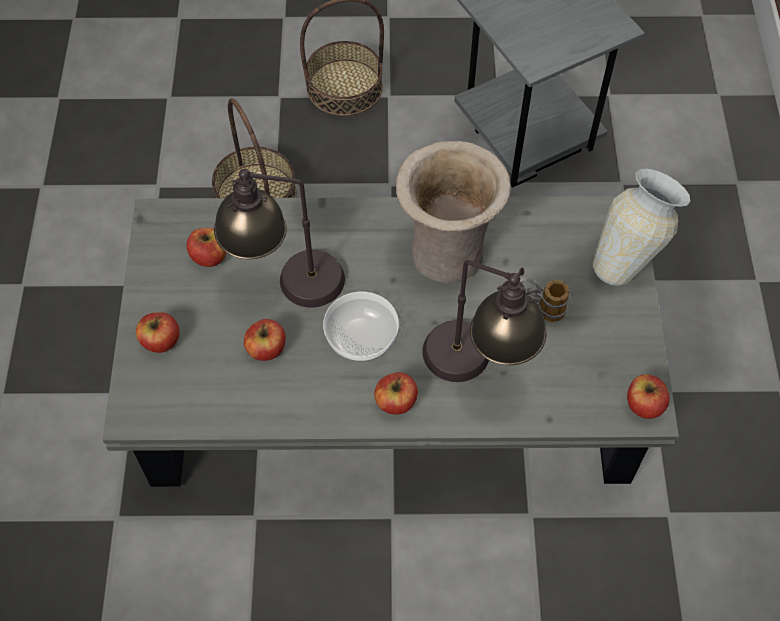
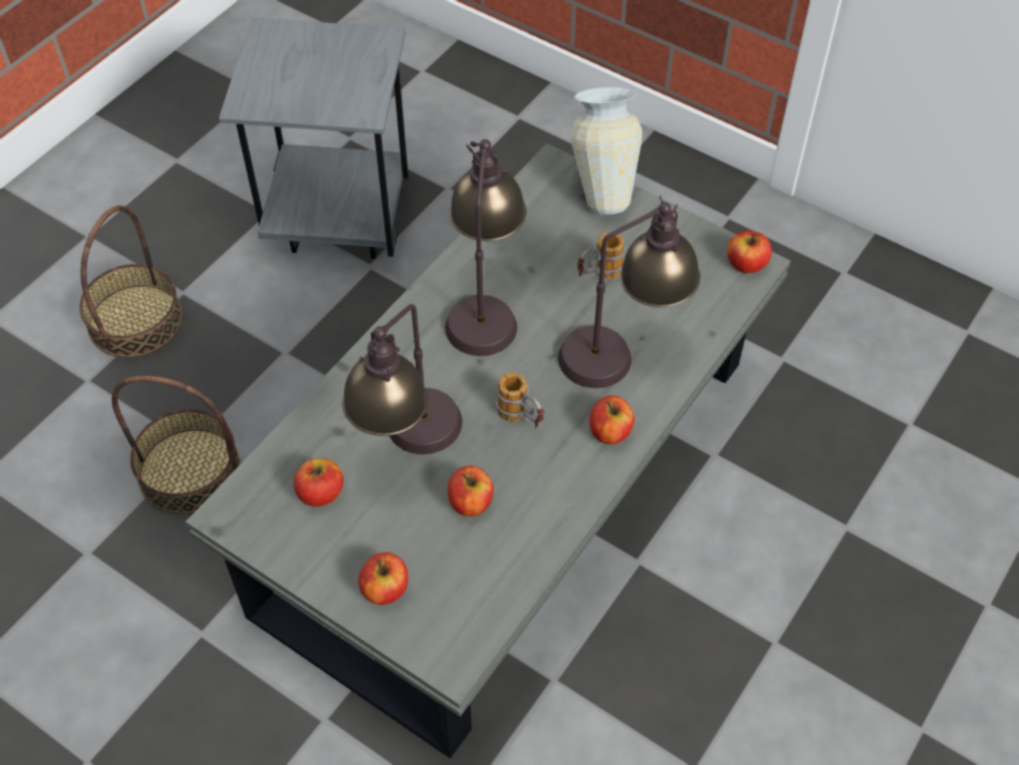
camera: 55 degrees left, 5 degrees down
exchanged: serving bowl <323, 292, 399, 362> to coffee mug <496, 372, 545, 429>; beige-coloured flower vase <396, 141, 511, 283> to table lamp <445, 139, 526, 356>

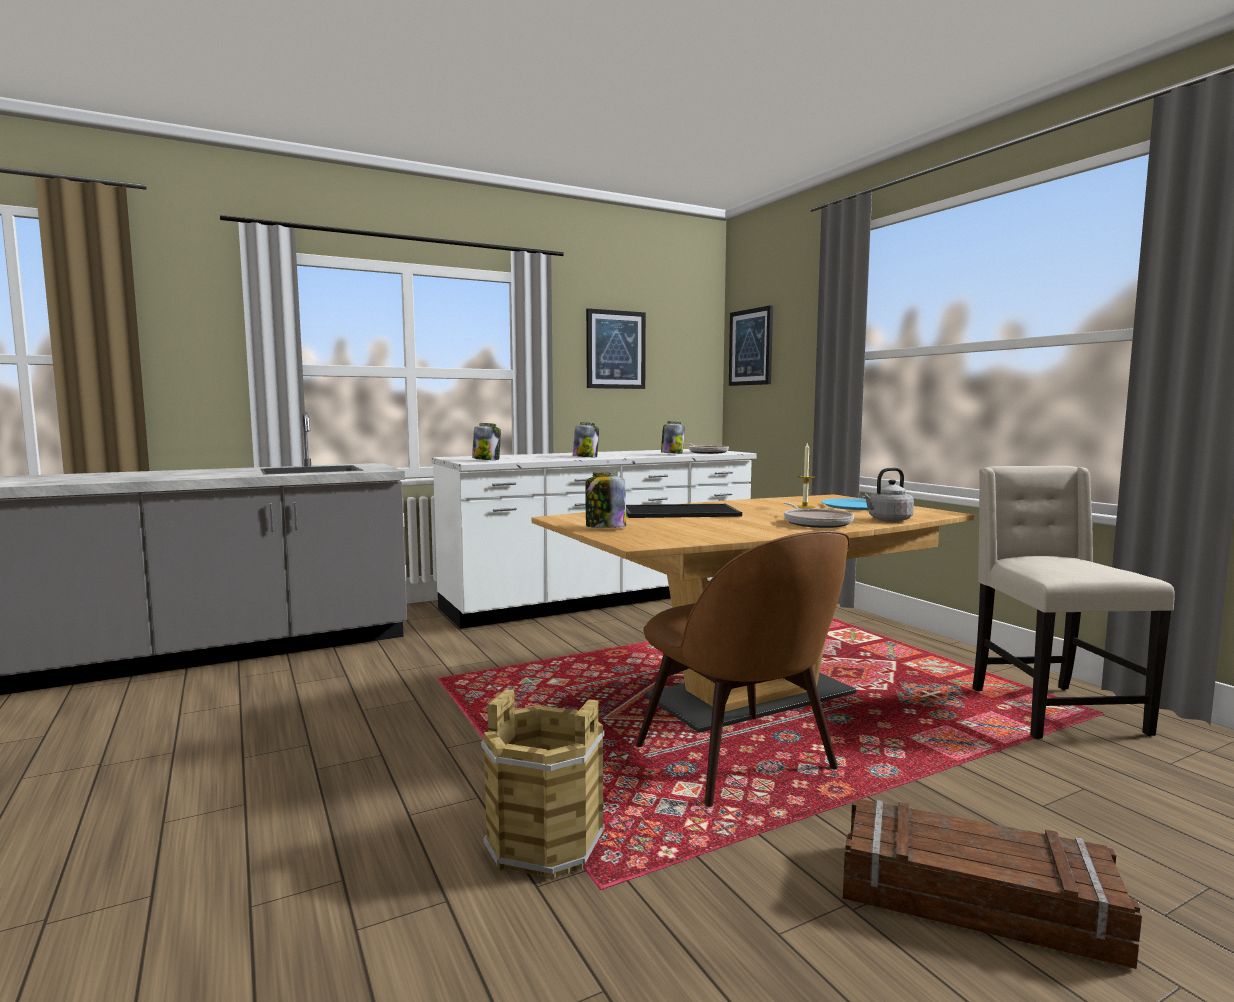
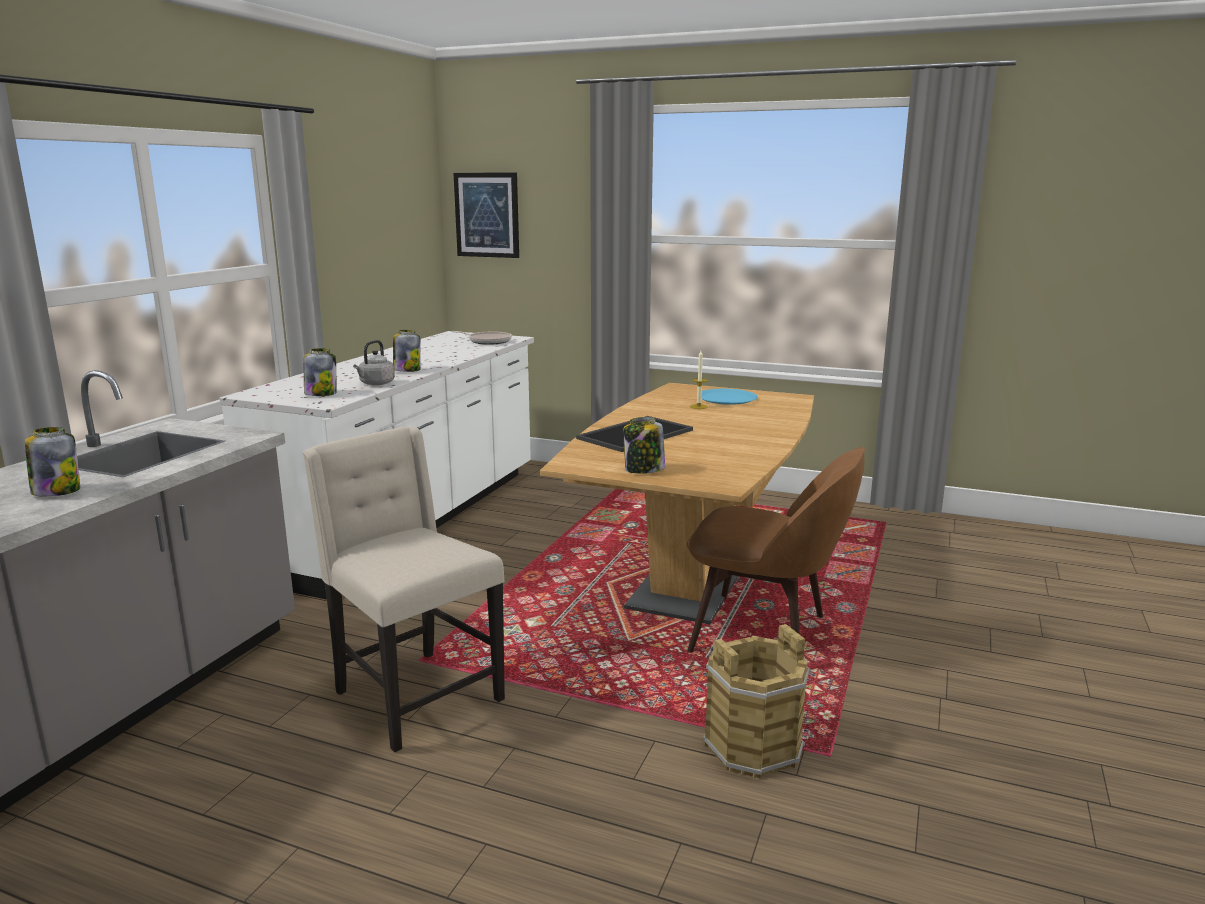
camera: 40 degrees left, 10 degrees up
missing: wall picture <586, 308, 646, 389>; frying pan <784, 502, 854, 528>; shipping crate <843, 798, 1142, 969>
relocated: preserve jar <661, 421, 684, 454> to <25, 427, 80, 497>; grey tea kettle <862, 468, 914, 522> to <353, 340, 395, 385>; beige-coloured upright chair <973, 466, 1175, 739> to <303, 427, 505, 752>

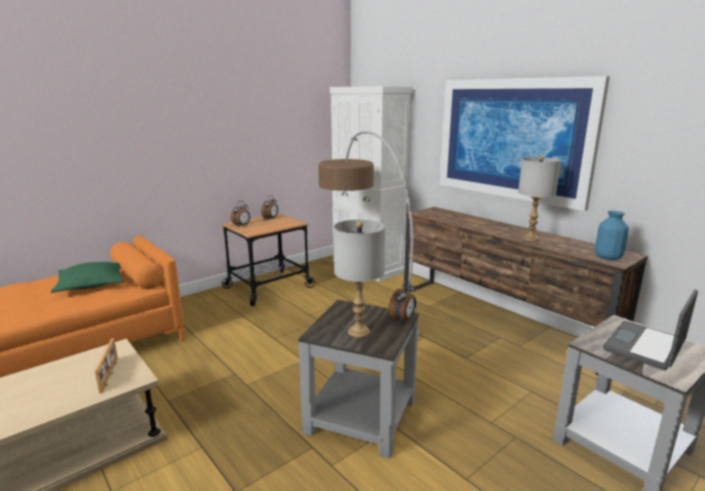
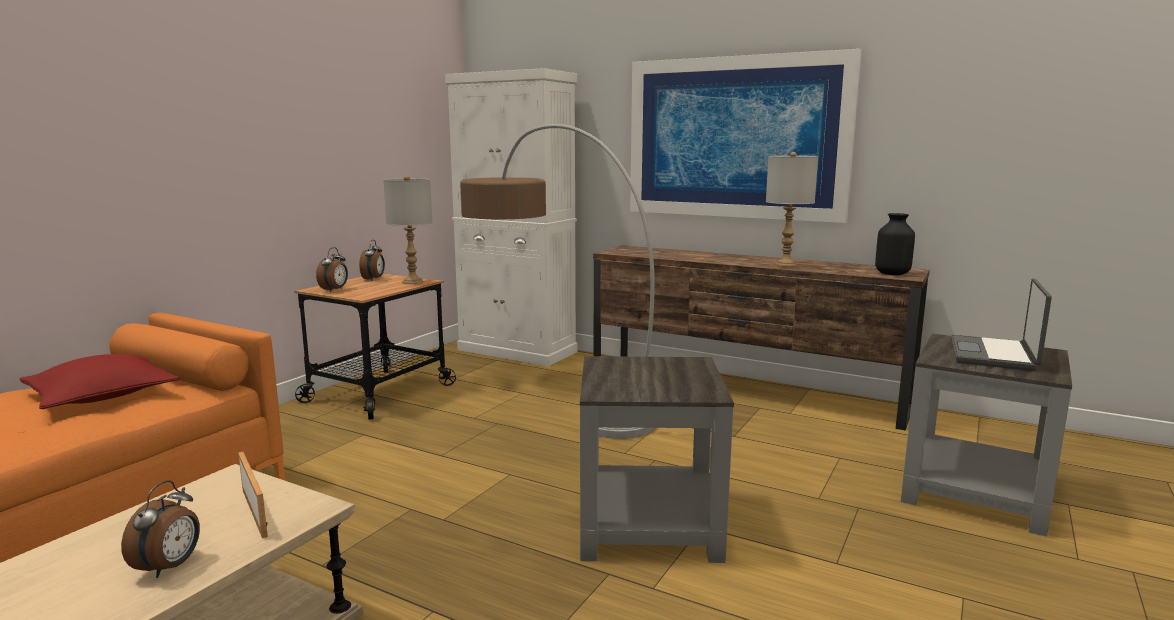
camera: 20 degrees left, 5 degrees down
relocated: grey table lamp <334, 219, 385, 337> to <383, 175, 432, 284>; bedside clock <389, 281, 416, 323> to <121, 480, 200, 578>
colour: green pillow <51, 262, 124, 293> to red pillow <20, 354, 180, 409>; bluish flower vase <595, 211, 629, 260> to black flower vase <875, 213, 915, 275>

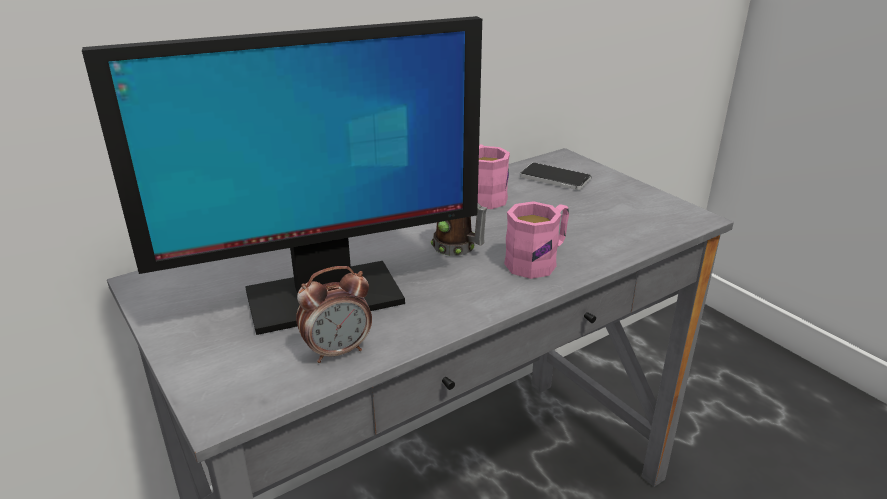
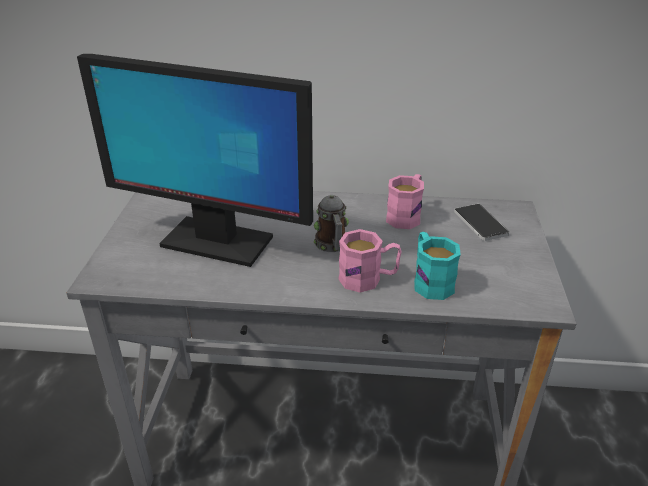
camera: 40 degrees right, 5 degrees up
missing: bedside clock <296, 266, 372, 363>
appeared: blue-green coffee mug <414, 232, 461, 300>

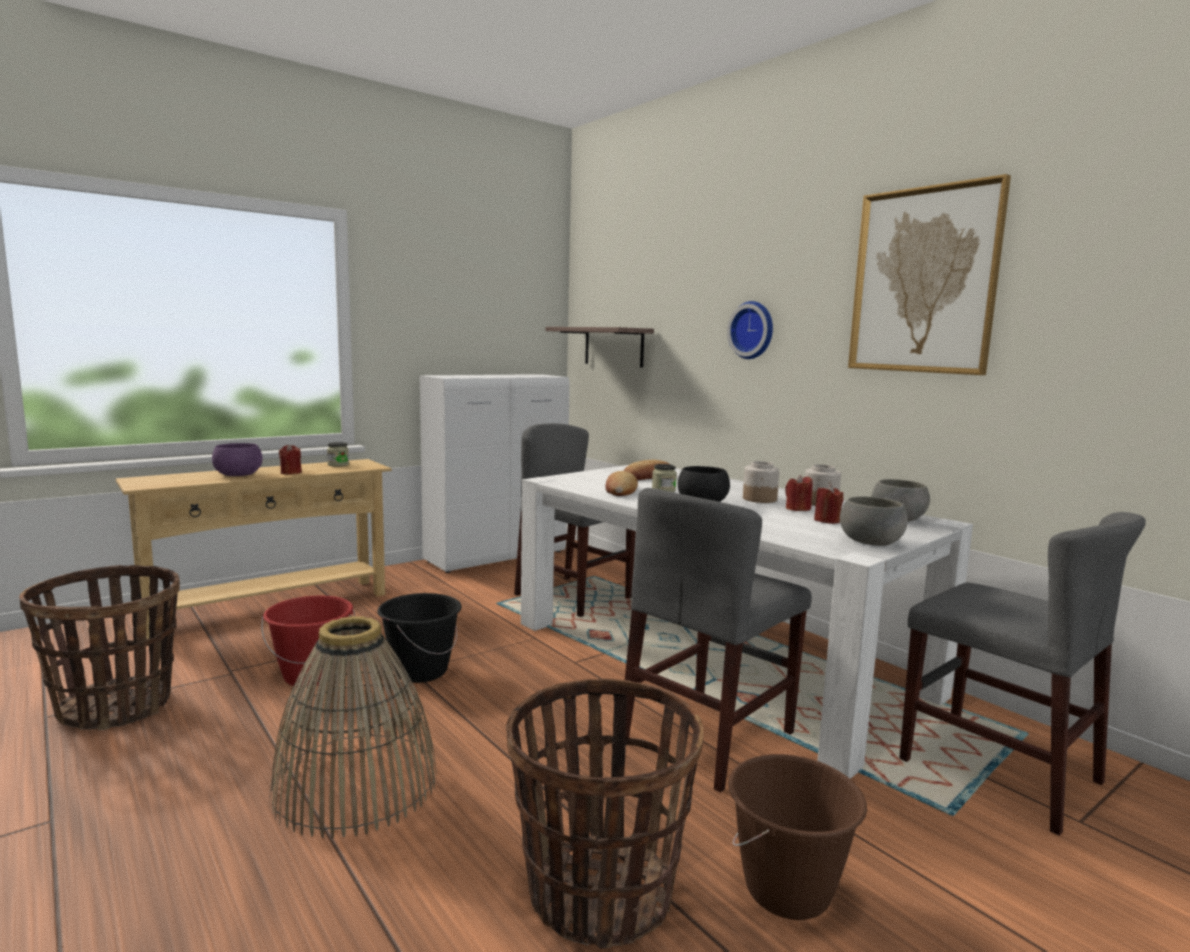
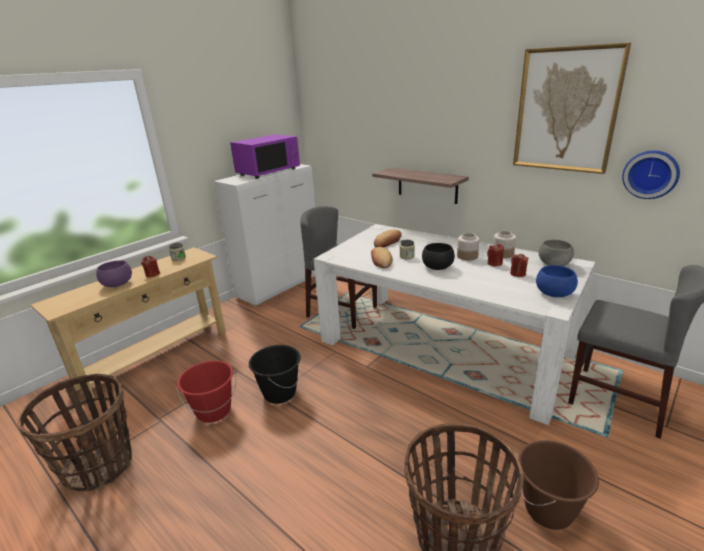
camera: 10 degrees left, 15 degrees up
missing: basket <269, 616, 437, 839>; grey upright chair <625, 488, 812, 793>
appeared: purple-coloured microwave <230, 134, 300, 179>
relocated: bracket shelf <546, 327, 654, 368> to <372, 167, 469, 204>; wall clock <727, 301, 773, 359> to <622, 150, 680, 199>
colour: grey serving bowl <840, 496, 907, 546> to bluish serving bowl <536, 265, 578, 297>

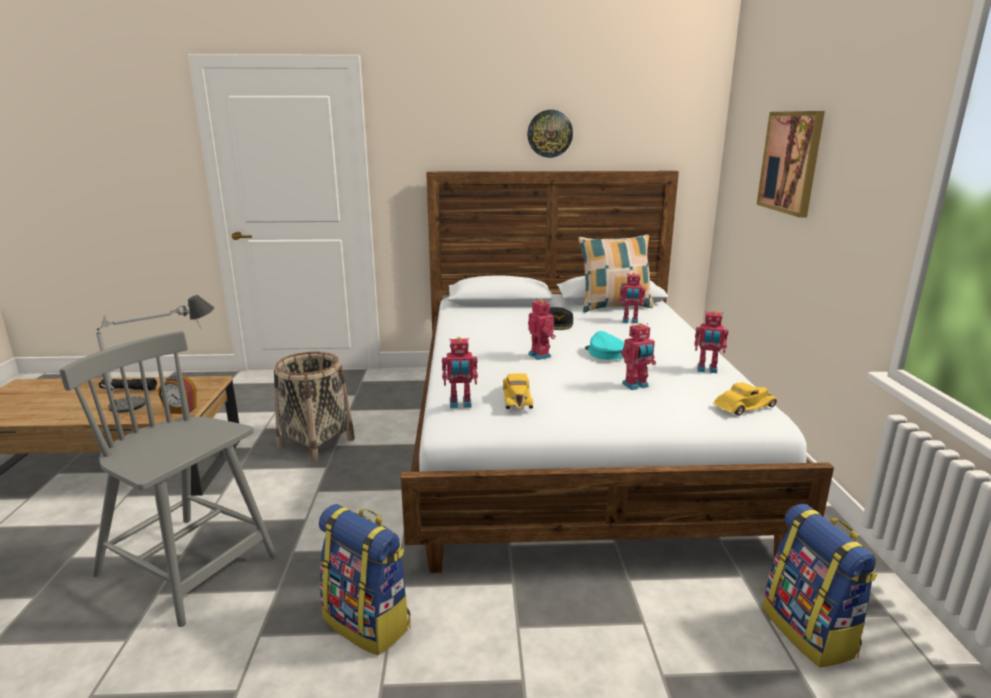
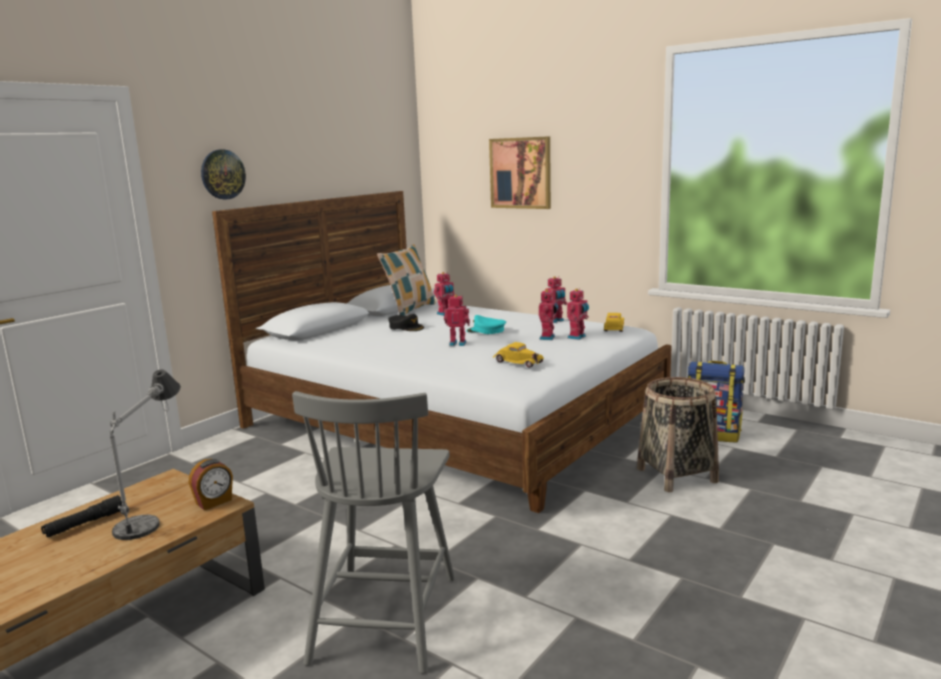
camera: 50 degrees left, 5 degrees down
missing: backpack <319, 504, 411, 656>
relocated: basket <274, 351, 355, 461> to <637, 377, 719, 492>; toy robot <442, 337, 478, 408> to <567, 288, 589, 340>; wall clock <527, 110, 573, 158> to <201, 149, 246, 200>
spun: grey upright chair <59, 331, 276, 627> = <292, 391, 455, 674> 60 degrees counterclockwise

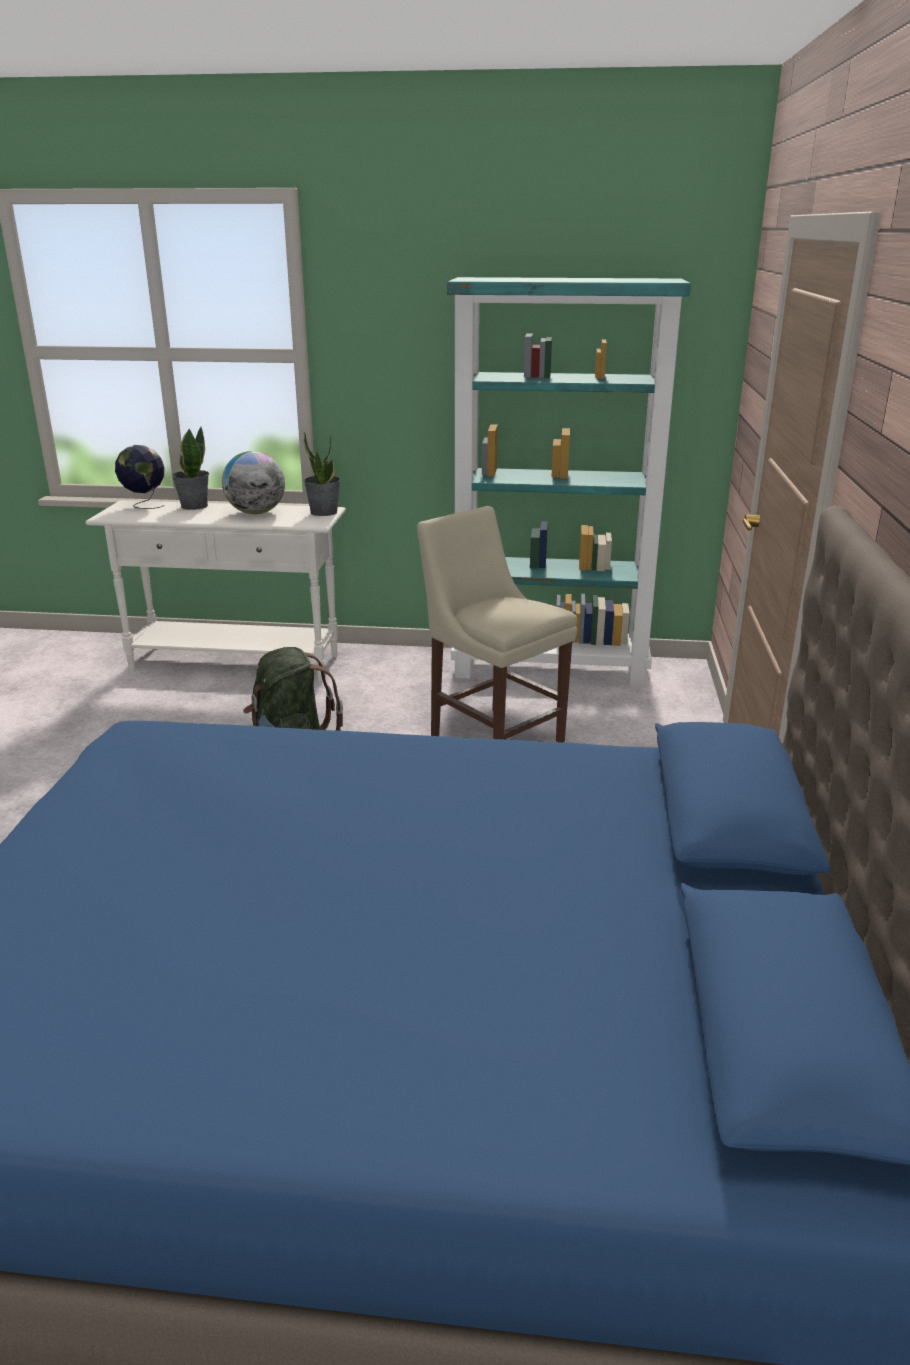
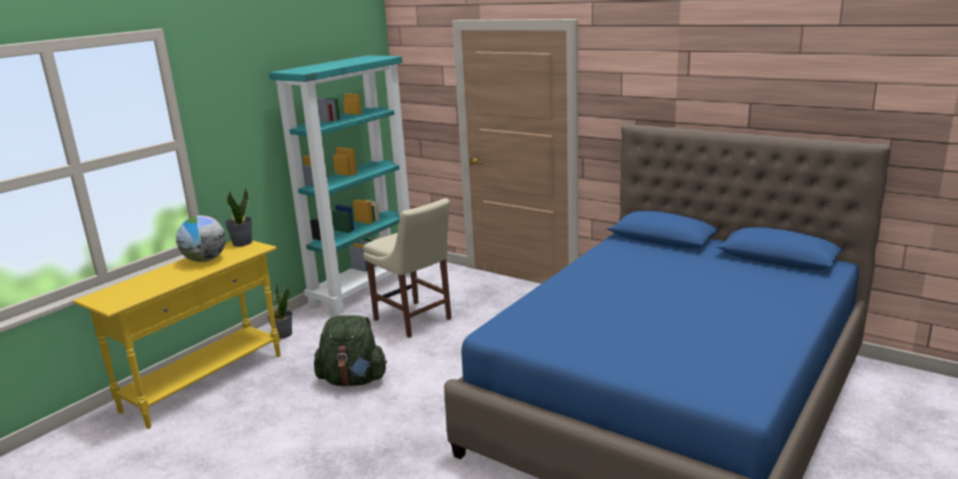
camera: 60 degrees left, 5 degrees down
missing: desk globe <115, 445, 165, 509>
relocated: houseplant <172, 427, 209, 510> to <268, 284, 292, 339>
colour: whitish hall table <86, 500, 346, 682> to yellow-coloured hall table <73, 240, 281, 429>
spun: beige-coloured upright chair <417, 506, 577, 743> = <363, 198, 452, 338> 120 degrees counterclockwise

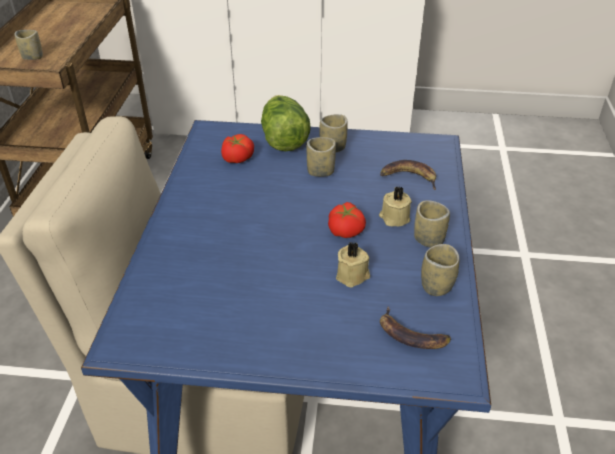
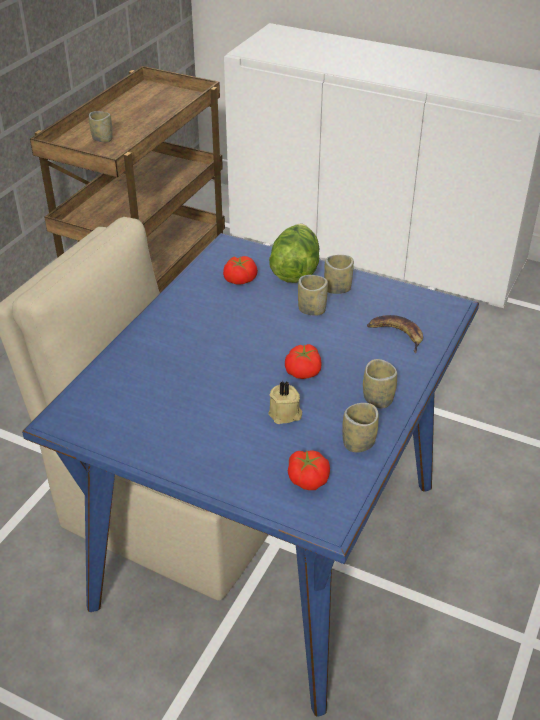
camera: 20 degrees right, 0 degrees up
missing: beige-coloured candle <379, 187, 412, 226>
exchanged: banana fruit <380, 307, 451, 349> to whole tomato <288, 450, 330, 490>

